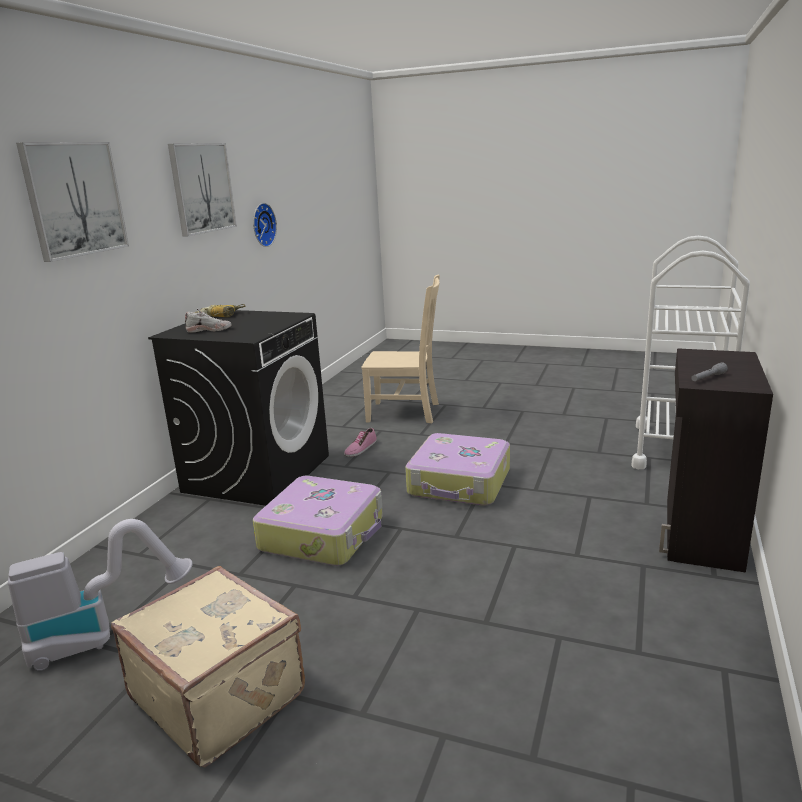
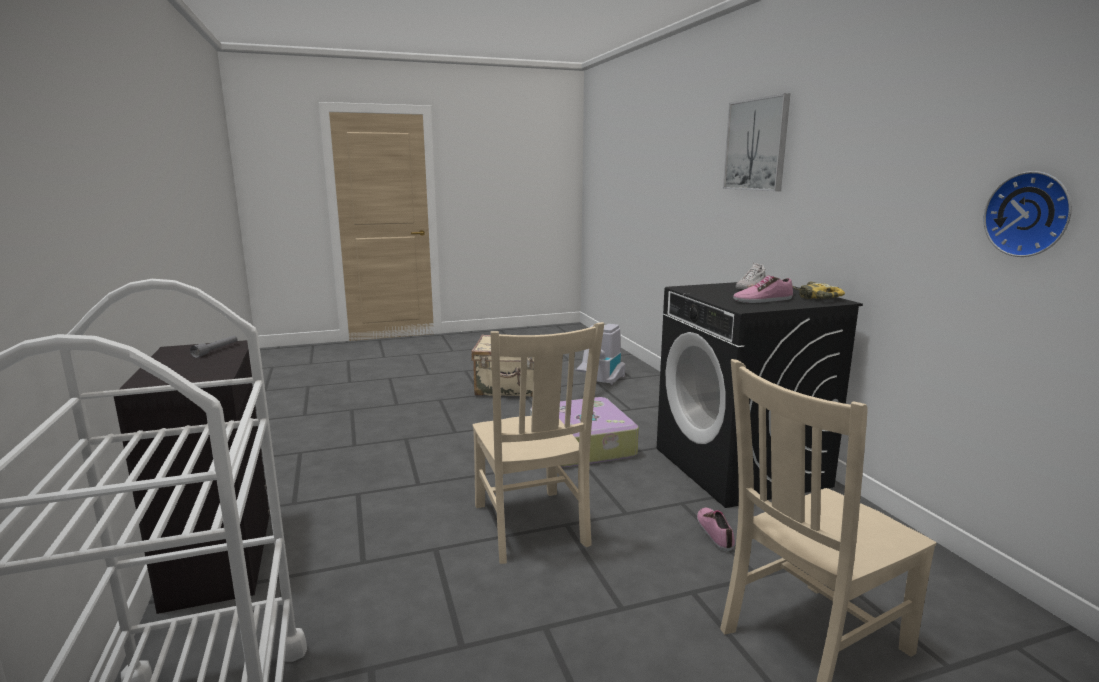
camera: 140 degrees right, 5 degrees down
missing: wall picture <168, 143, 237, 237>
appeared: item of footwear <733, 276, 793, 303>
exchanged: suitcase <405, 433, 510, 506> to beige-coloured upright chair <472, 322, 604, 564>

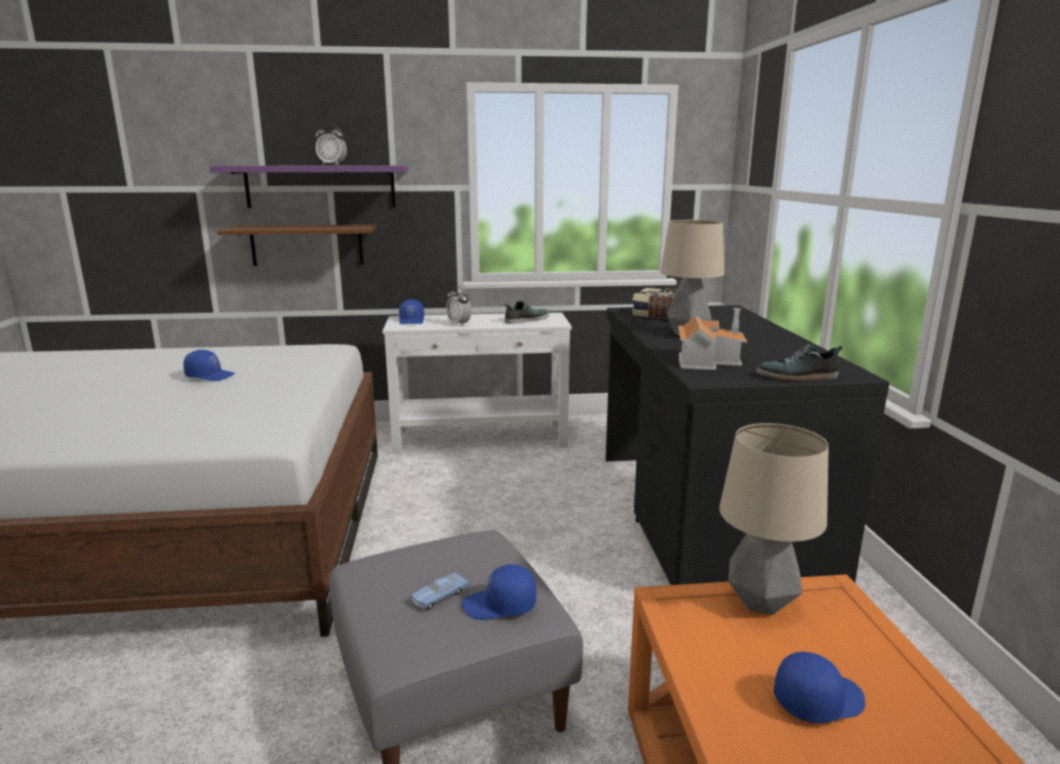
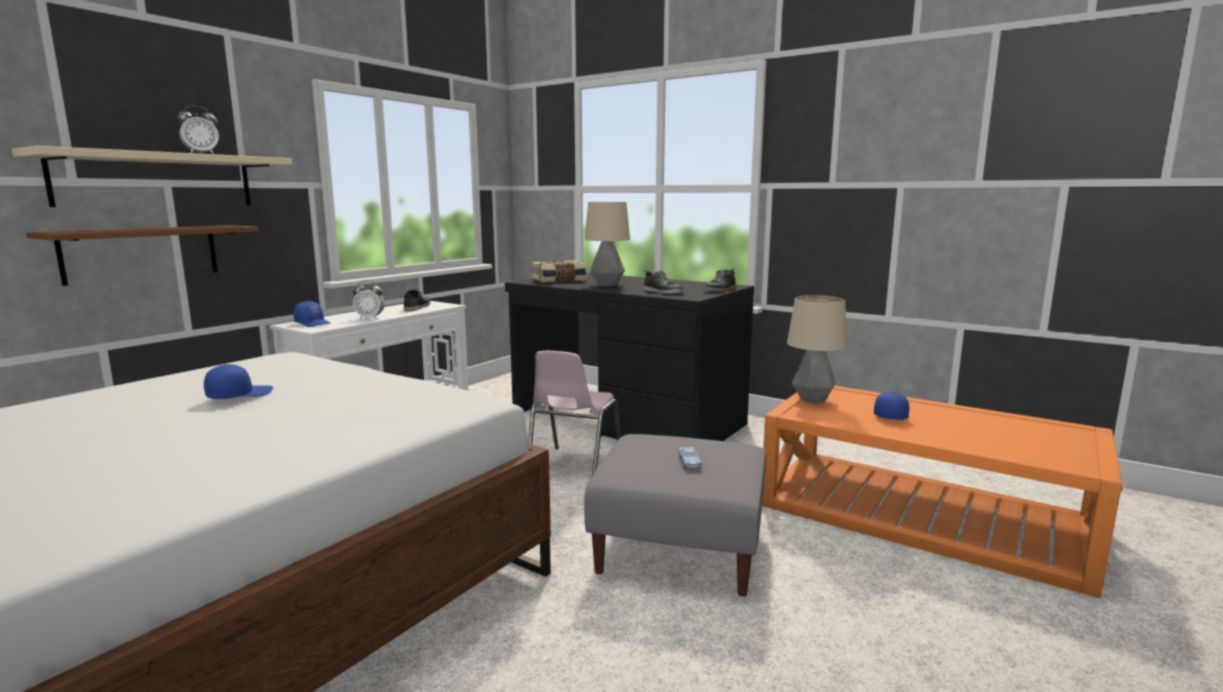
camera: 50 degrees left, 5 degrees down
missing: bluish peaked cap <462, 565, 536, 620>
appeared: pink upright chair <528, 351, 621, 476>
exchanged: model house <678, 308, 747, 370> to item of footwear <643, 270, 683, 294>
colour: purple-coloured bracket shelf <209, 166, 409, 208> to beige-coloured bracket shelf <12, 146, 292, 207>

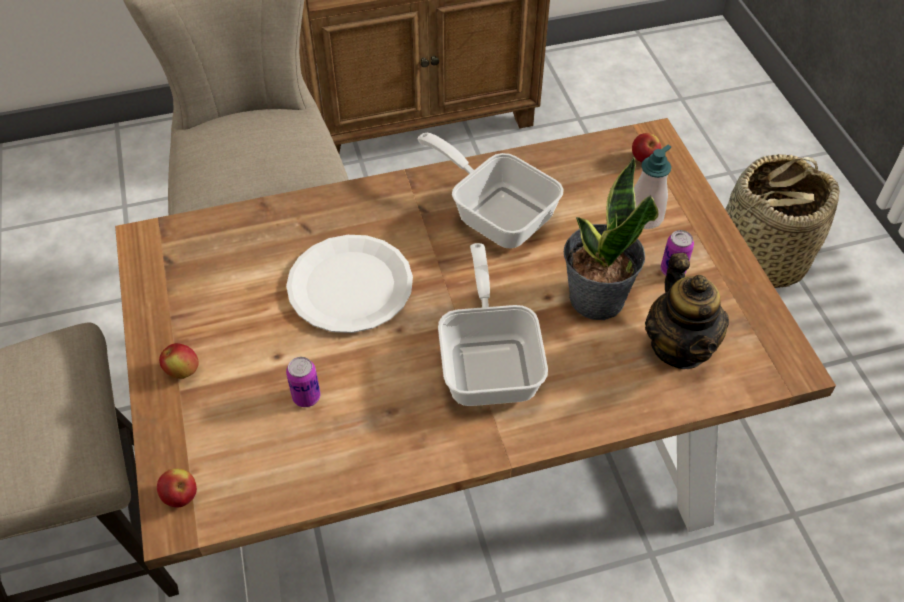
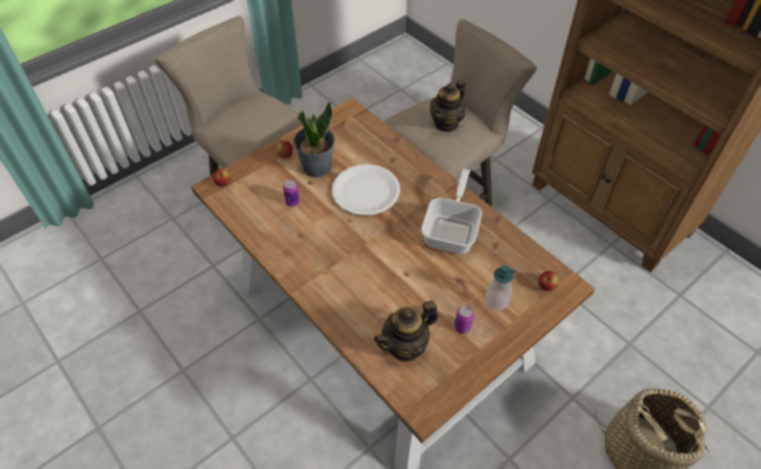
camera: 65 degrees right, 0 degrees up
missing: frying pan <438, 243, 548, 406>
appeared: pot for tea <430, 80, 465, 132>
relocated: houseplant <564, 156, 658, 320> to <293, 101, 335, 177>

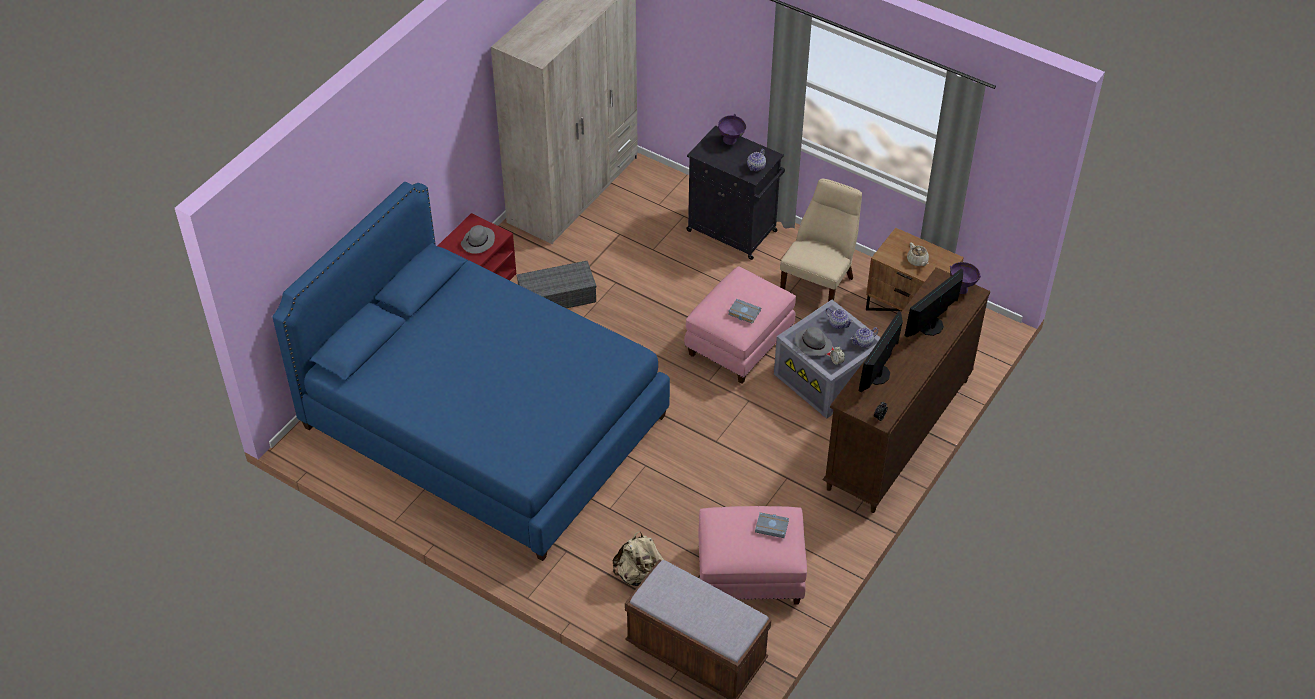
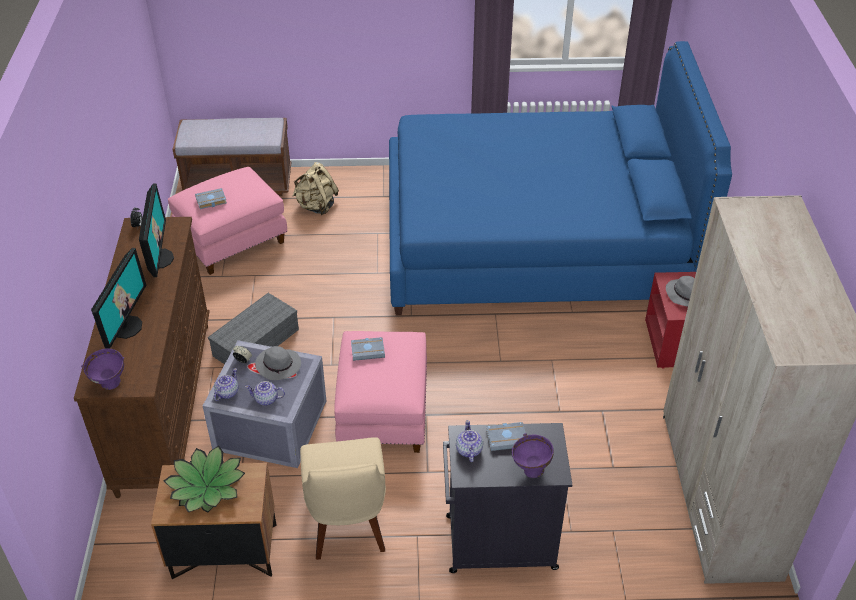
camera: 145 degrees right, 5 degrees down
appeared: grey bound book <486, 422, 525, 451>
relocated: grey storage container <517, 261, 597, 308> to <208, 293, 299, 364>
exchanged: beige-coloured pot for tea <907, 242, 929, 266> to houseplant <164, 446, 245, 513>

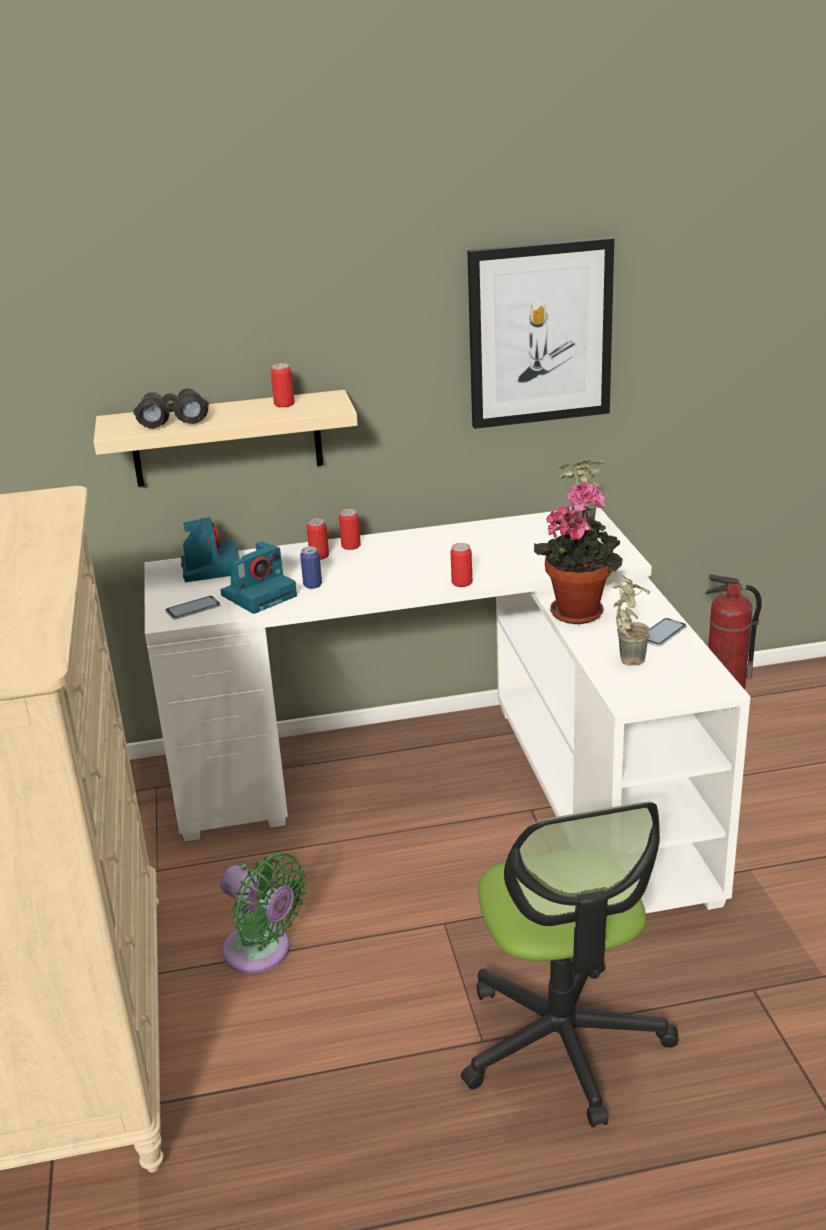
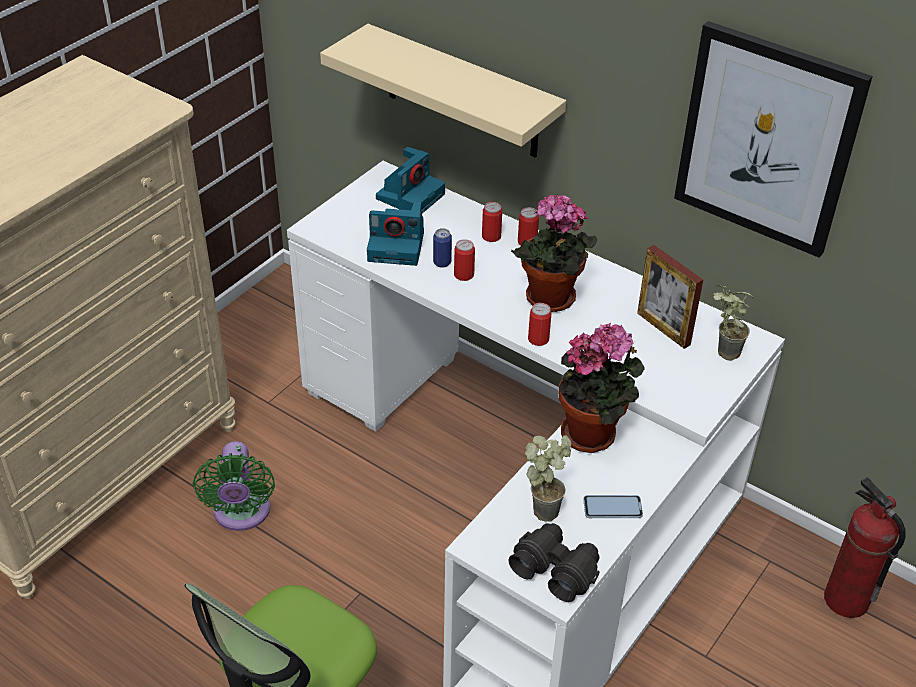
camera: 45 degrees right, 15 degrees up
missing: handset <166, 596, 220, 619>
appeared: houseplant <511, 194, 597, 312>; picture frame <637, 245, 703, 349>
relocated: black pair of binoculars <133, 388, 209, 428> to <509, 523, 600, 602>; sealed can <271, 363, 295, 407> to <454, 239, 475, 281>

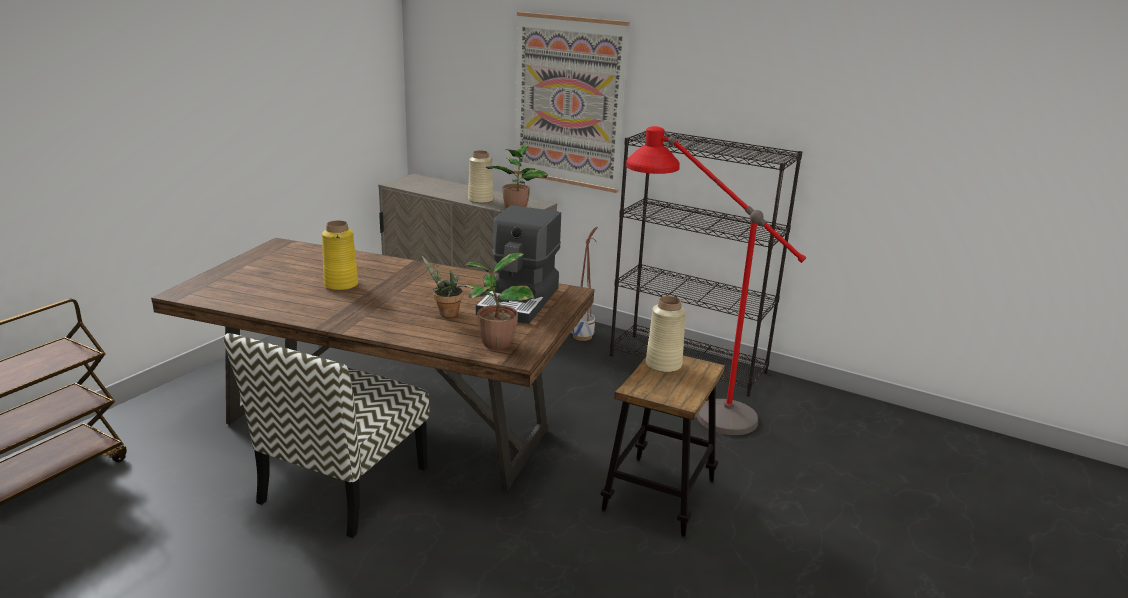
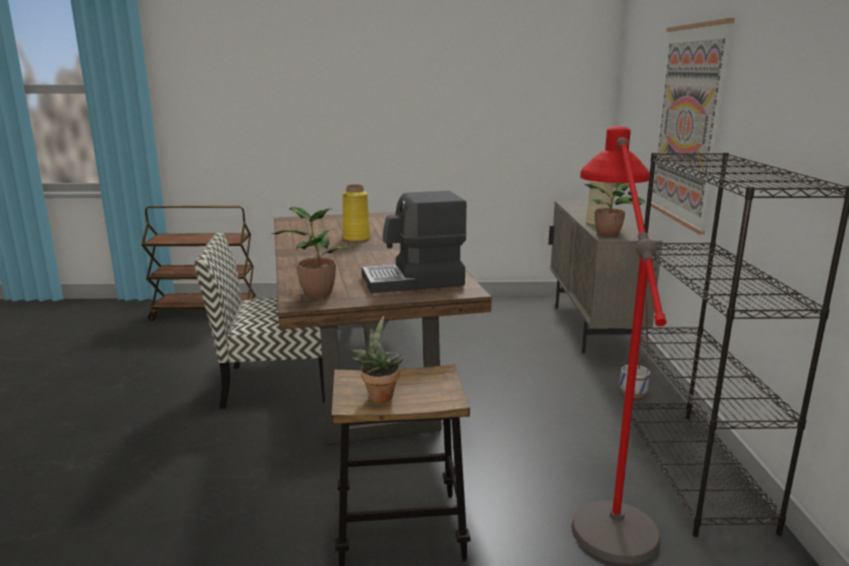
camera: 60 degrees right, 5 degrees down
missing: beige-coloured flower vase <646, 296, 686, 373>
relocated: houseplant <422, 256, 463, 317> to <351, 316, 403, 403>

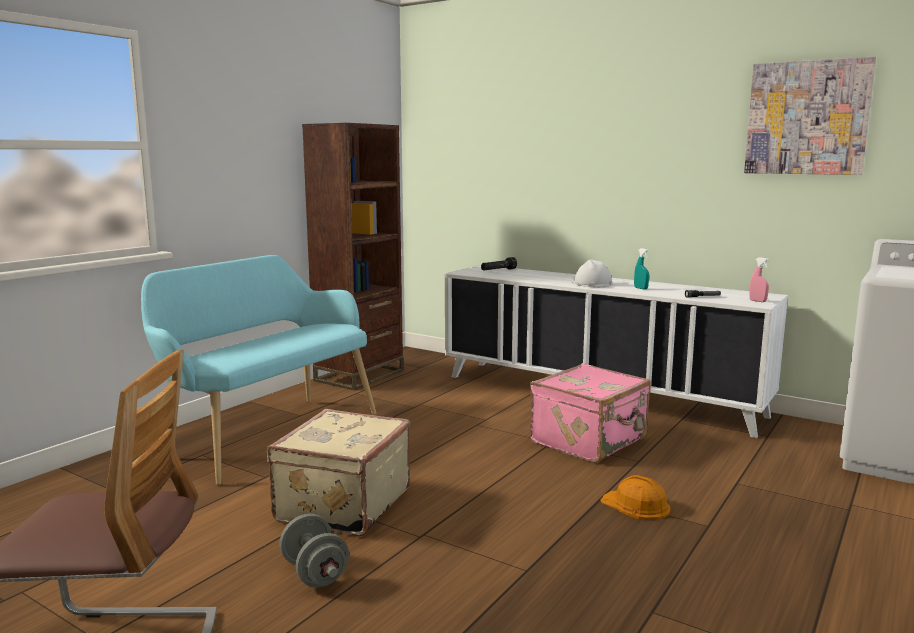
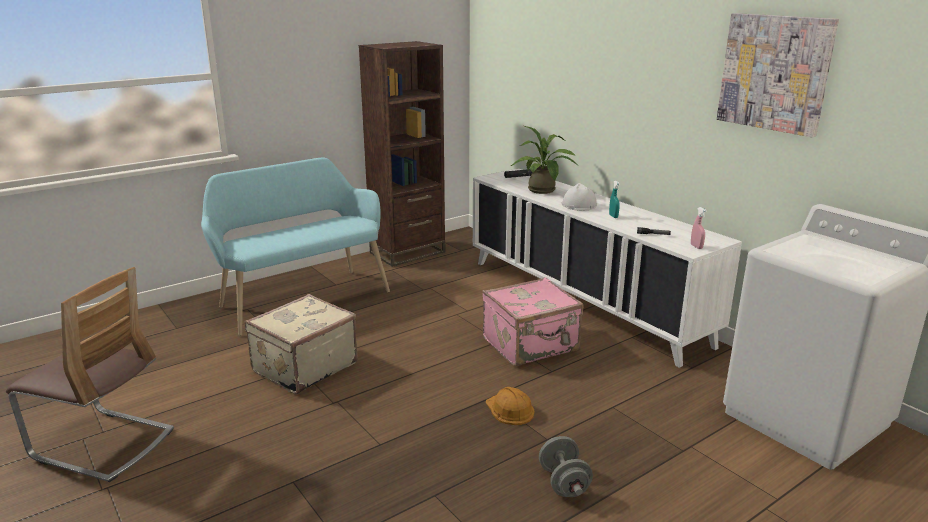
camera: 20 degrees right, 10 degrees up
appeared: houseplant <511, 126, 578, 194>
relocated: grey free weight <279, 514, 349, 588> to <539, 436, 593, 497>

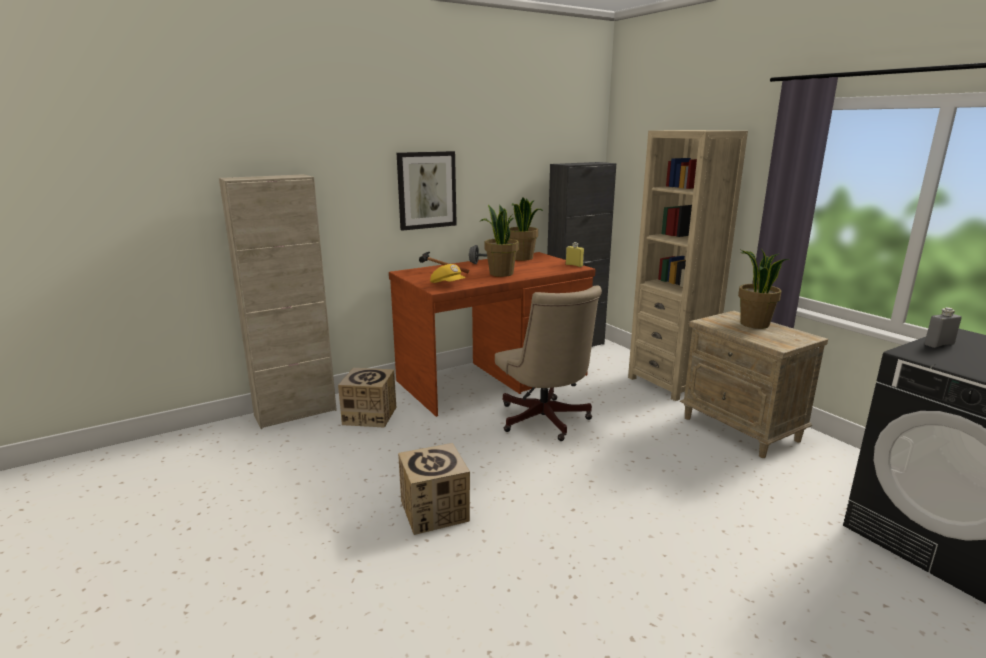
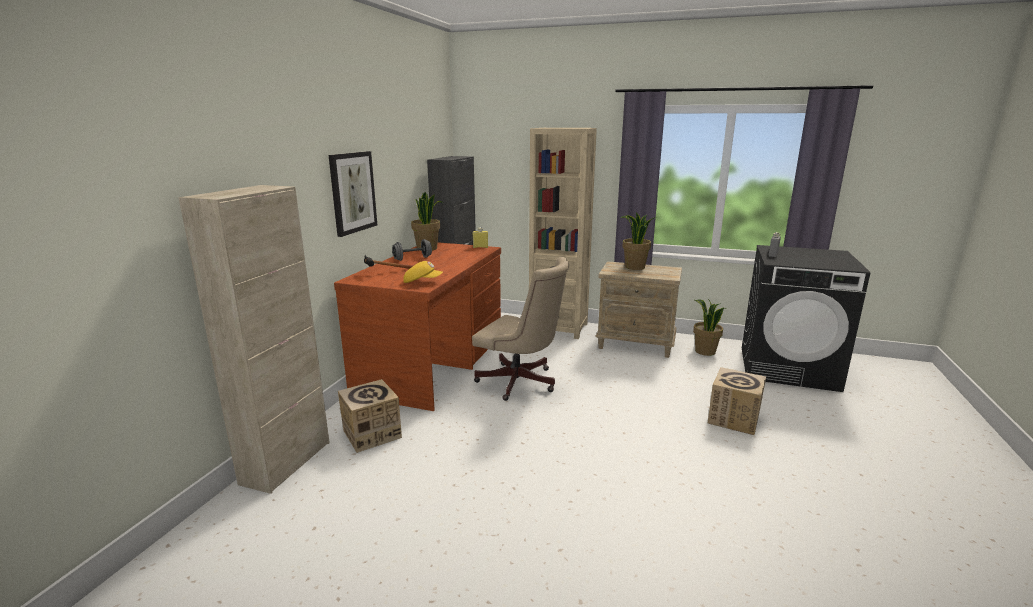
camera: 40 degrees left, 0 degrees up
relocated: carton <398, 443, 470, 535> to <708, 367, 766, 435>; houseplant <481, 205, 519, 277> to <693, 299, 727, 356>

